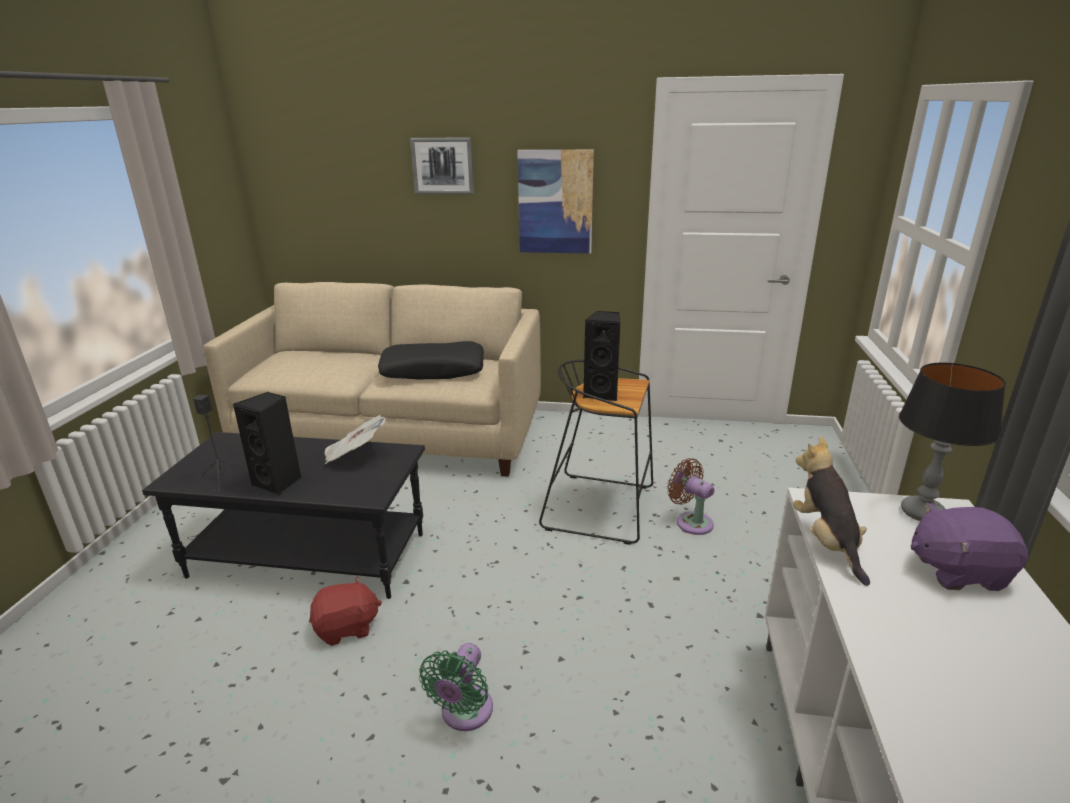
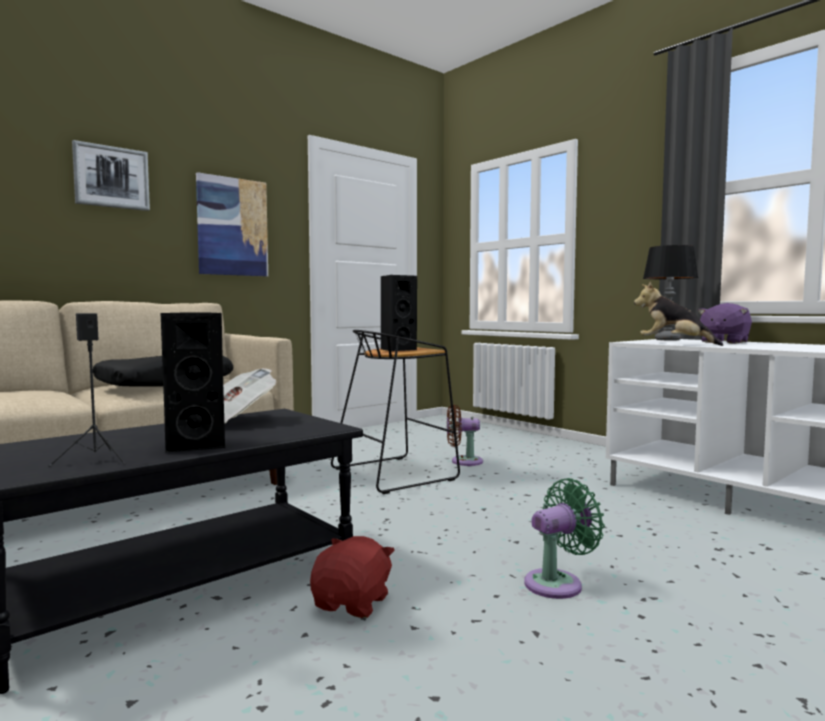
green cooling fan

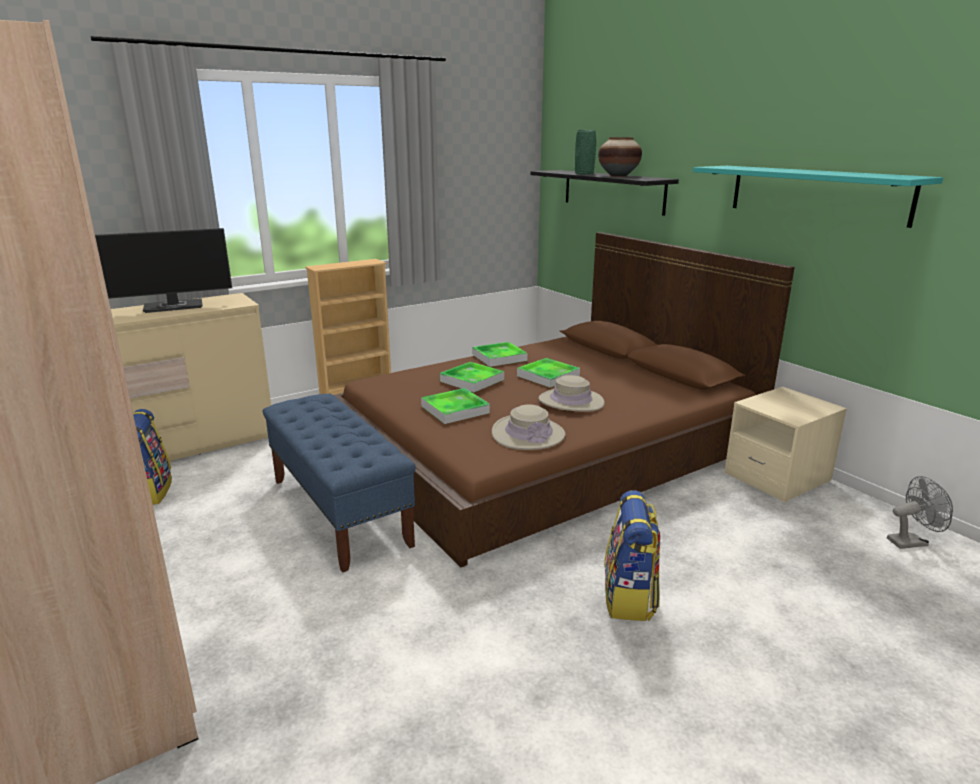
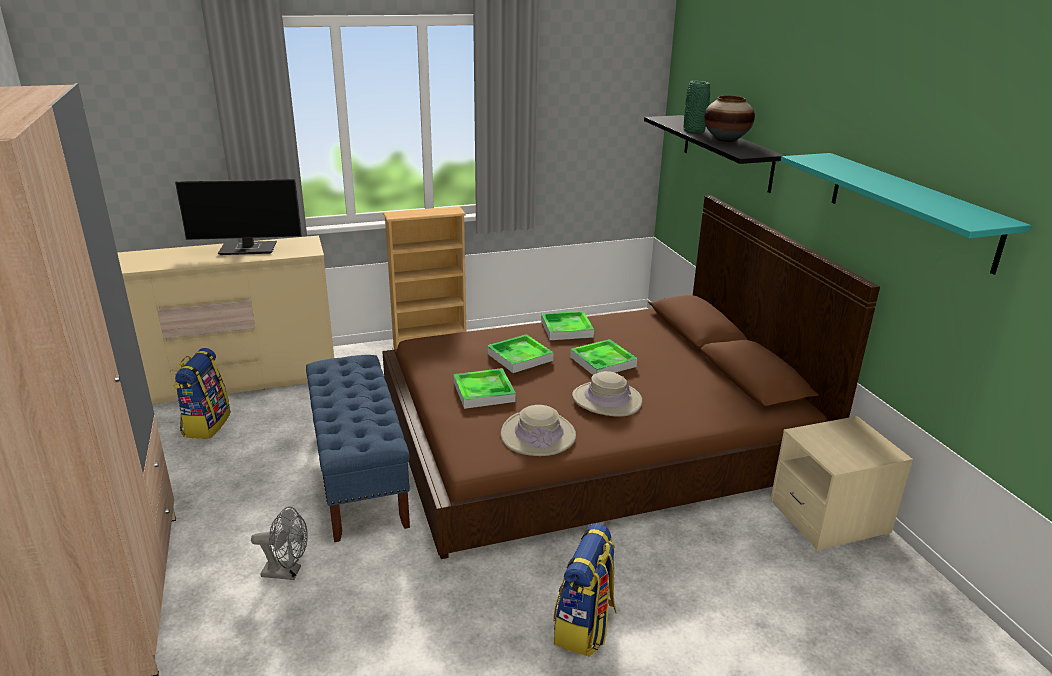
greyish cooling fan

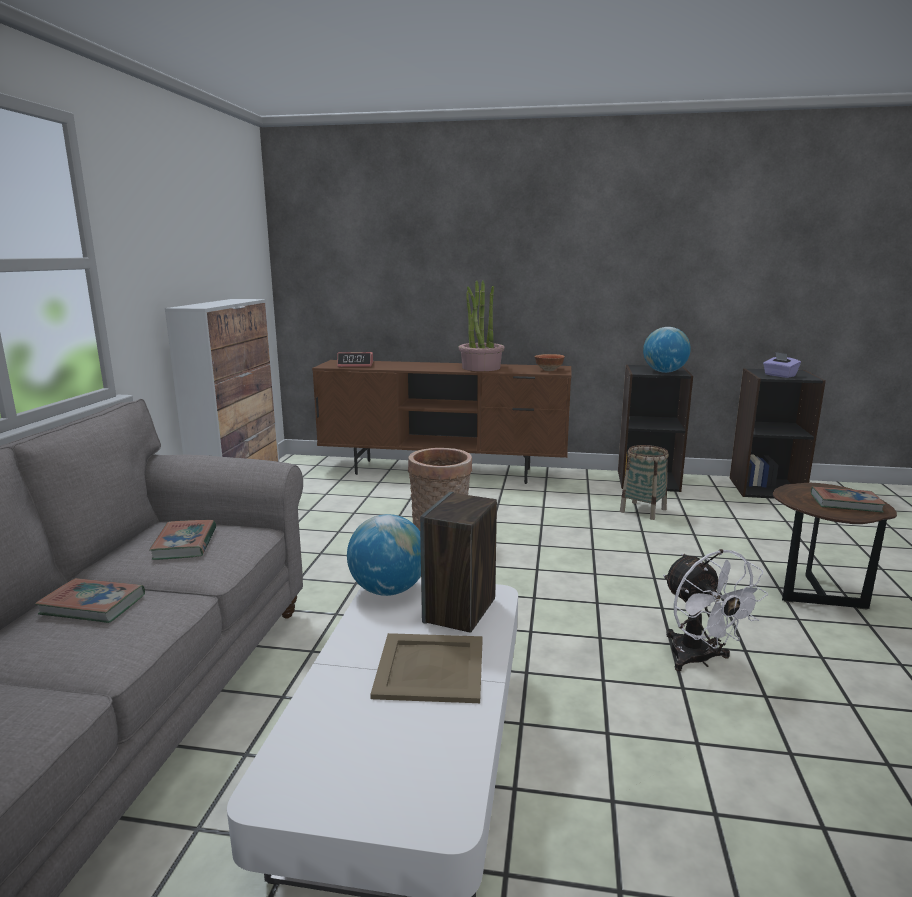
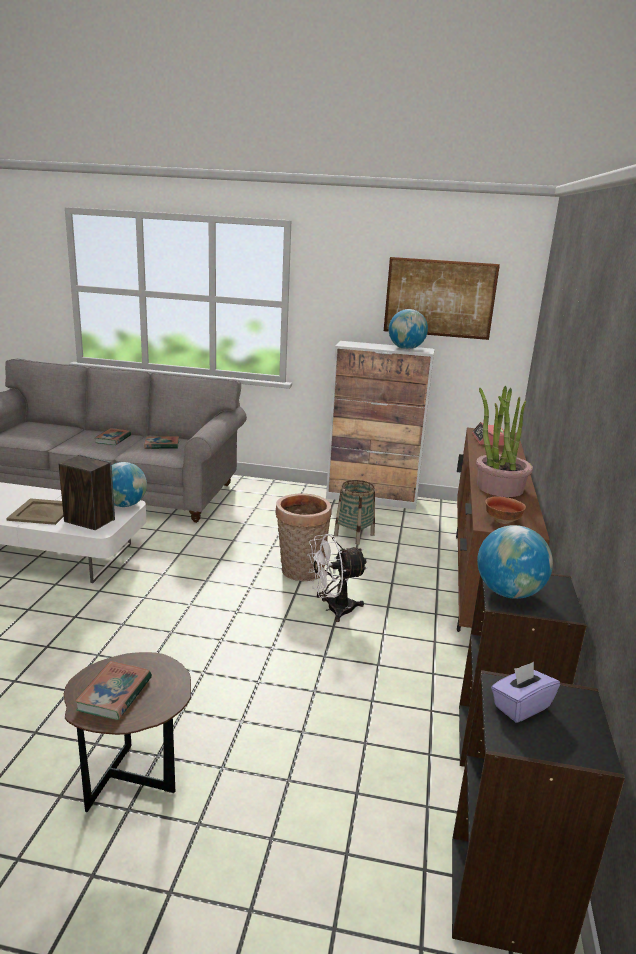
storage basket (no. 2 from left); whitish cooling fan; wall art; world globe (no. 2 from left)

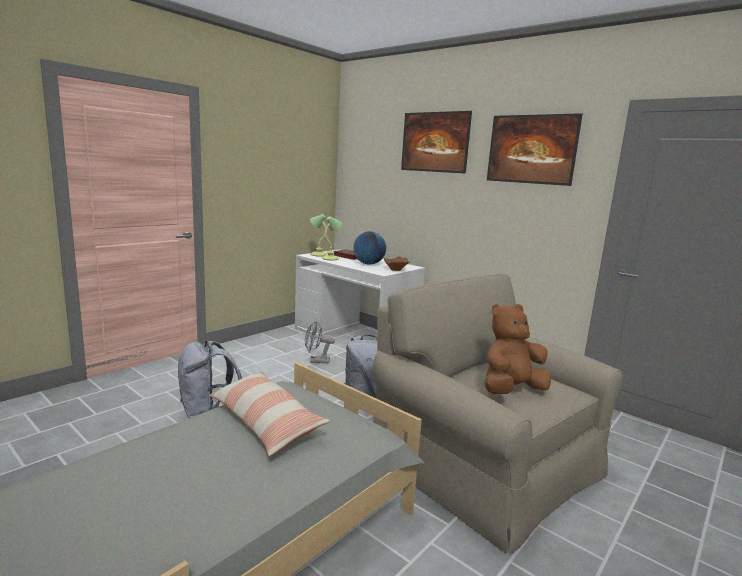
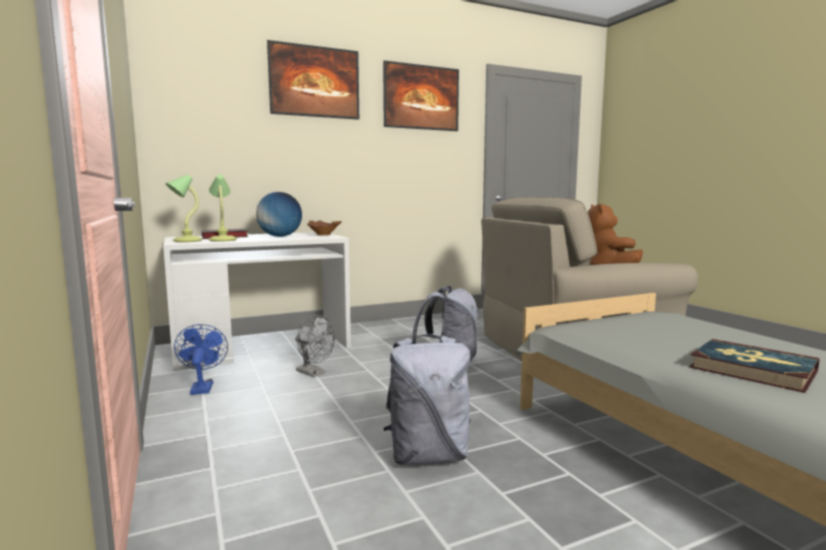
throw pillow; greyish cooling fan; bluish cooling fan; bound book (no. 2 from left)

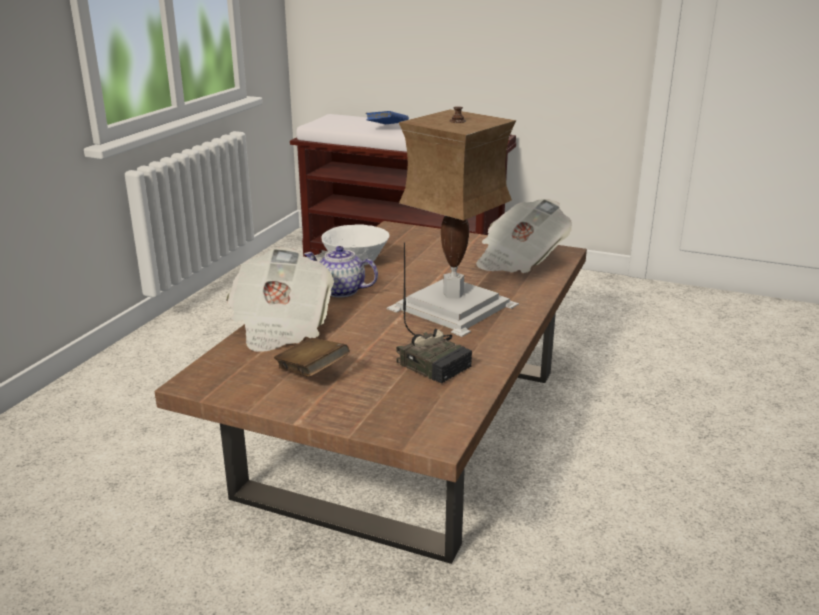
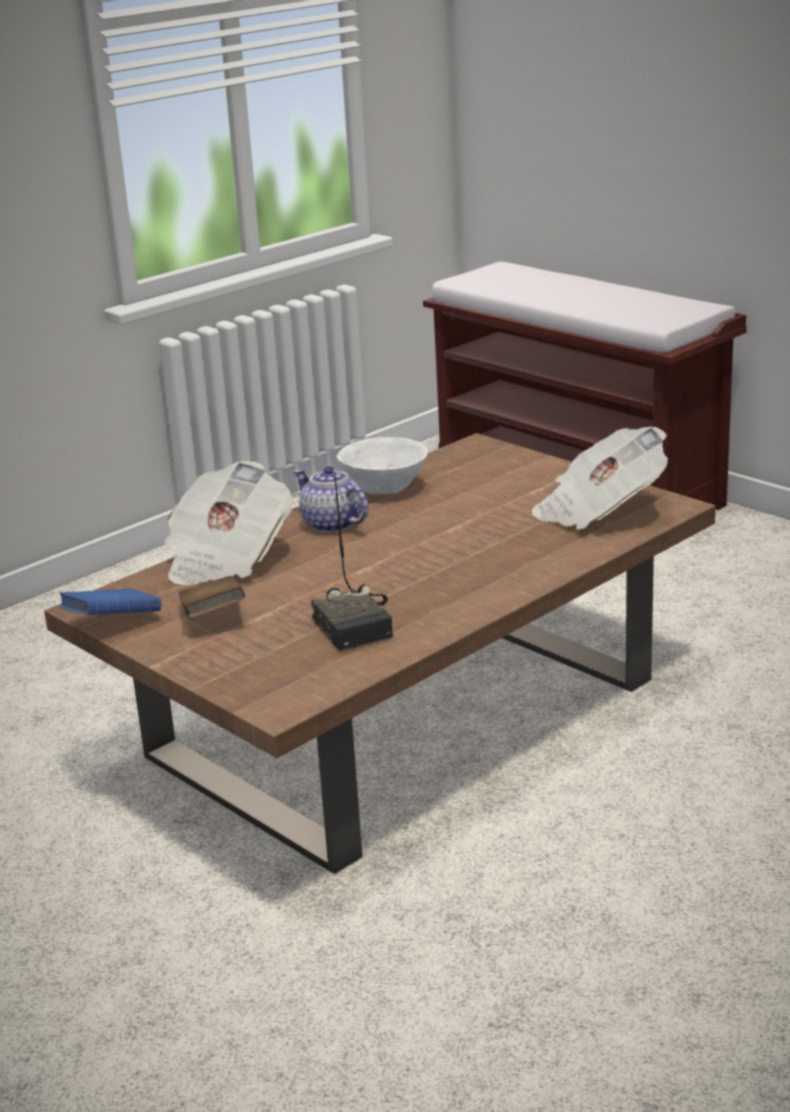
bluish bound book; table lamp

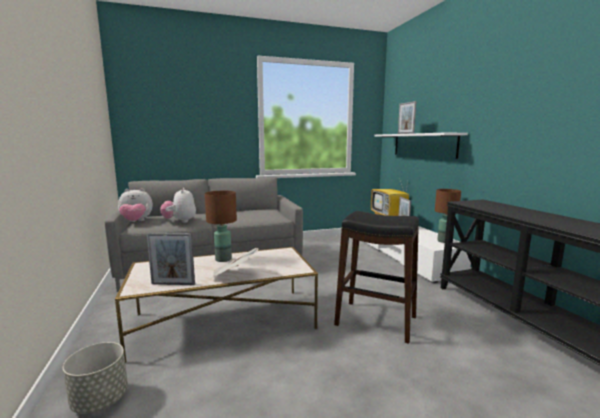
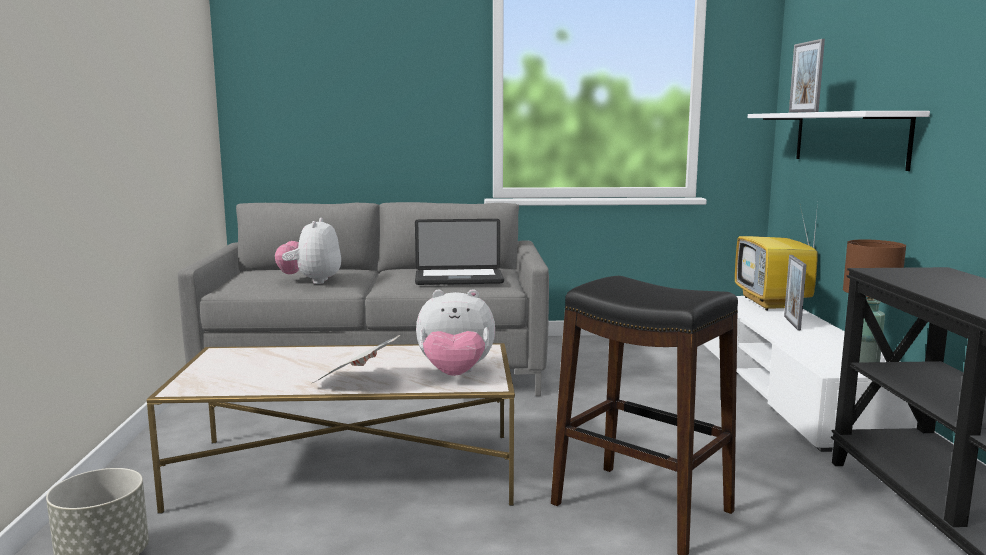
cuddly toy (no. 2 from left); standing frame (no. 1 from left in the first image); brownish table lamp (no. 1 from left in the first image); portable computer

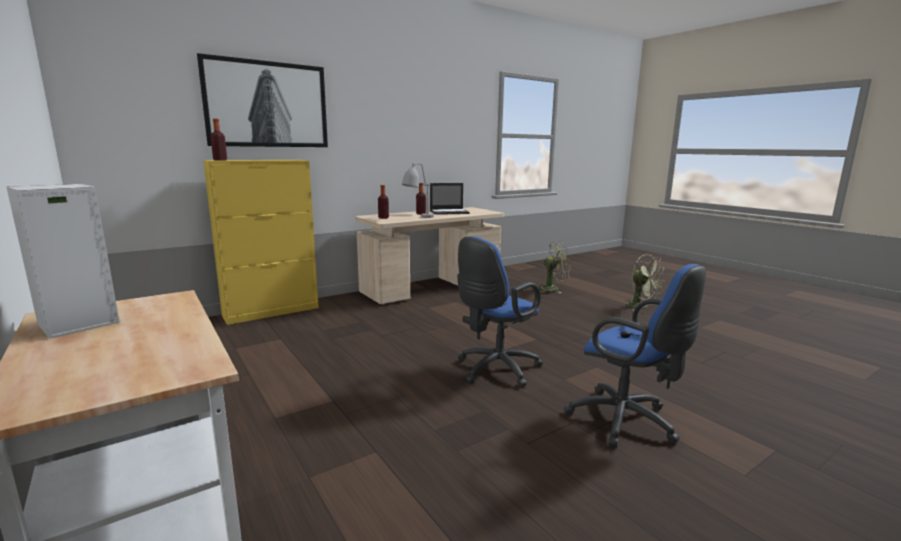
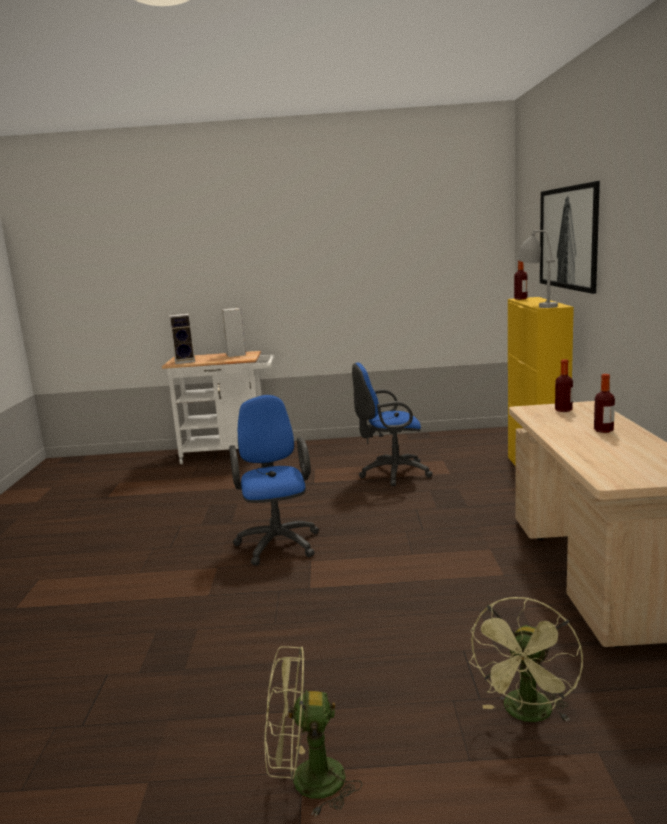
greyish table lamp; portable computer; bluish office chair (no. 2 from left); speaker (no. 1 from left)

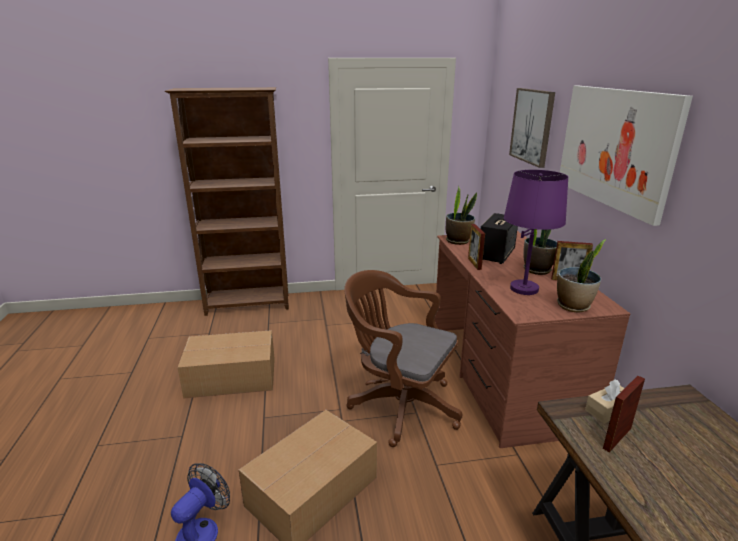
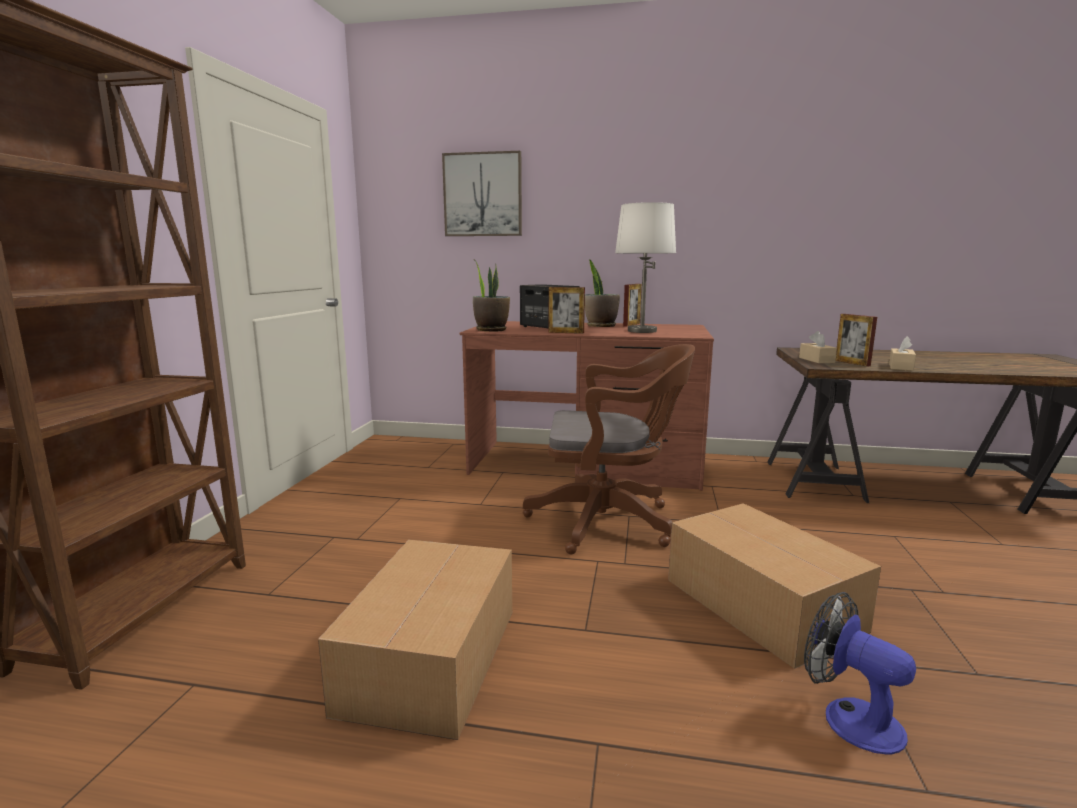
brownish office chair; whitish table lamp; plant in a pot (no. 3 from left in the first image); wall art (no. 2 from left in the first image); beige tissue box (no. 2 from left)

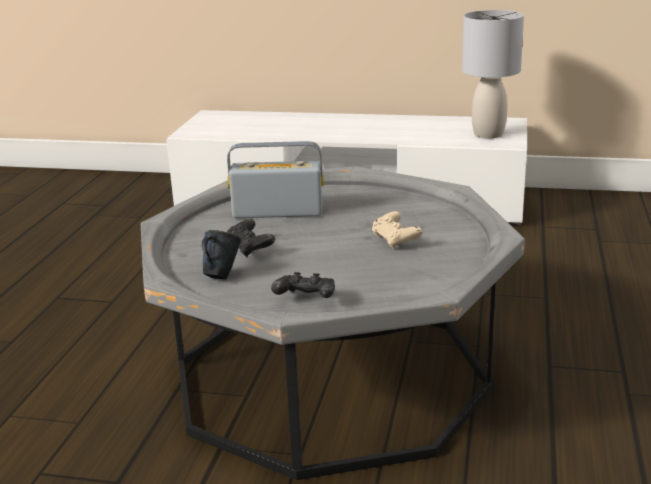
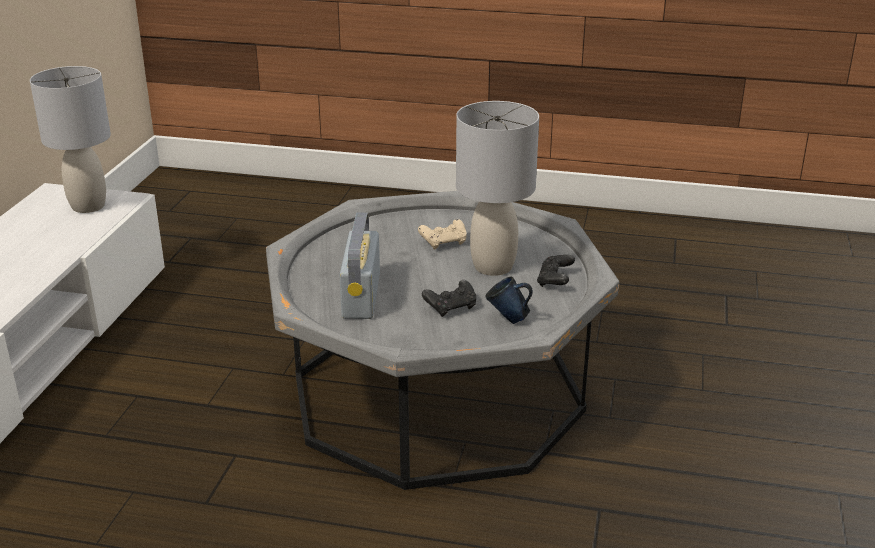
greyish table lamp (no. 2 from left)

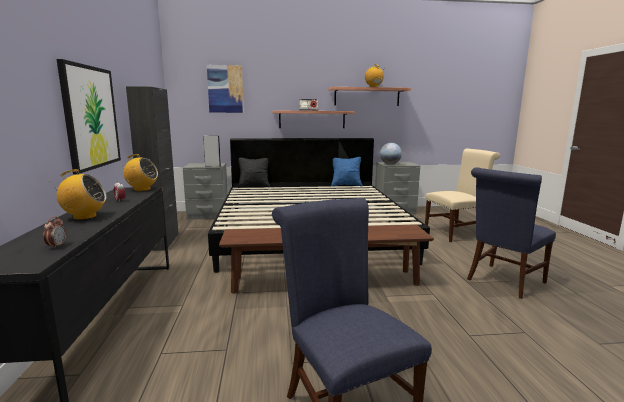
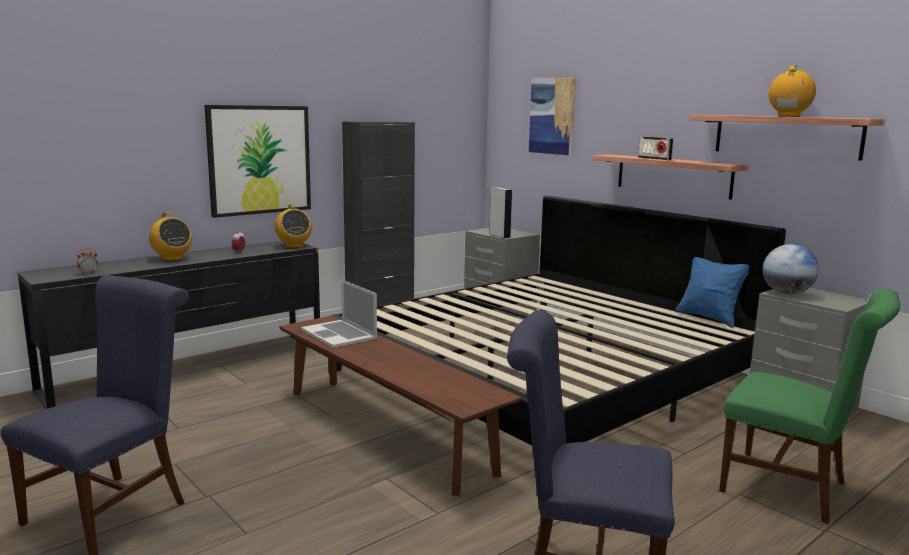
black throw pillow; green plain chair; portable computer

